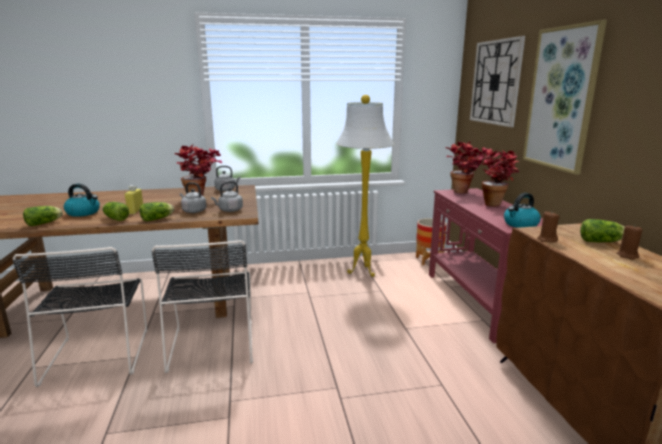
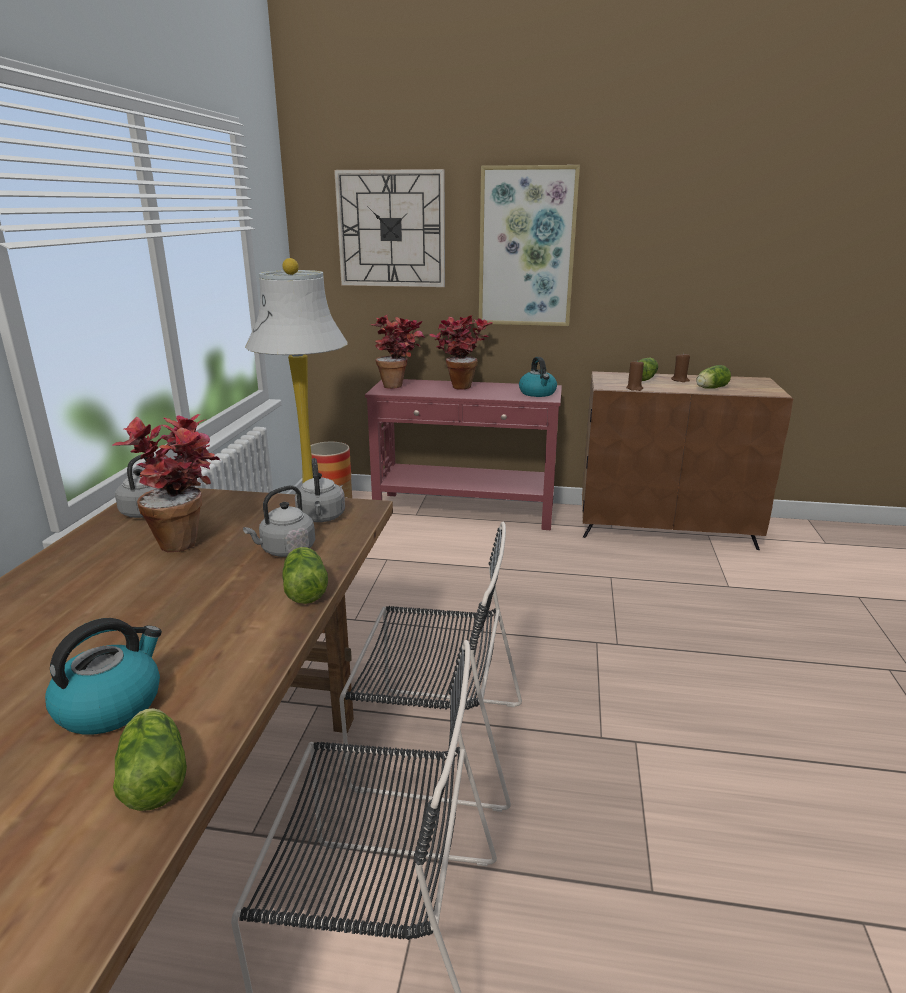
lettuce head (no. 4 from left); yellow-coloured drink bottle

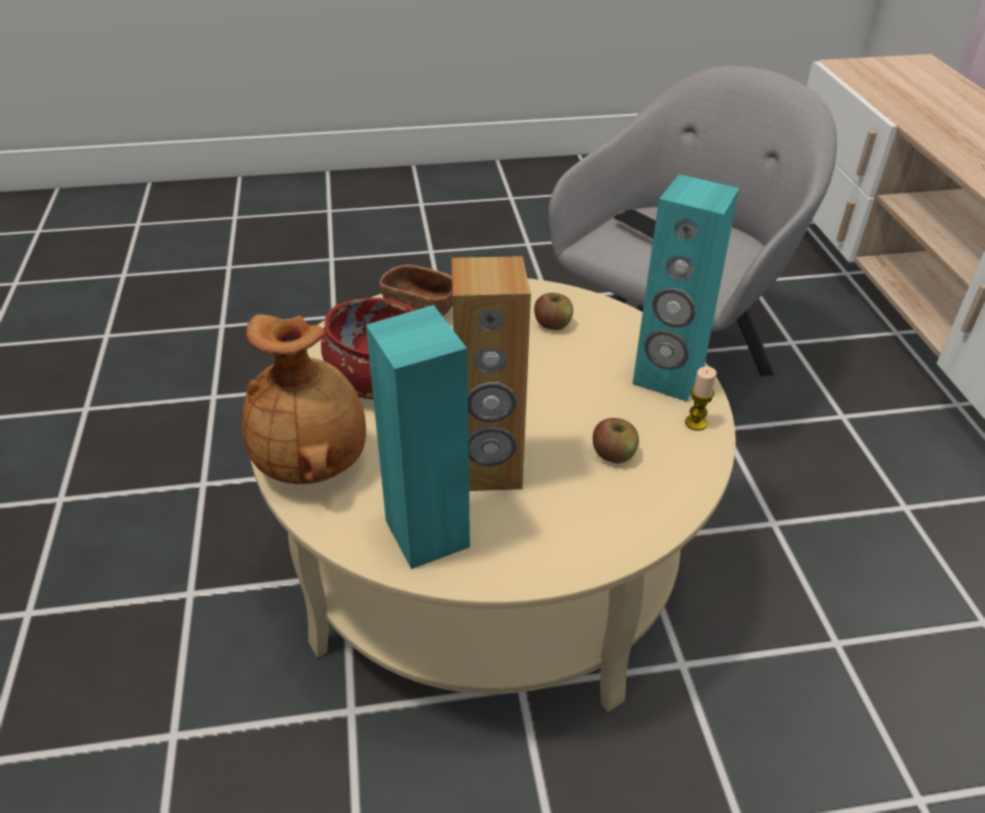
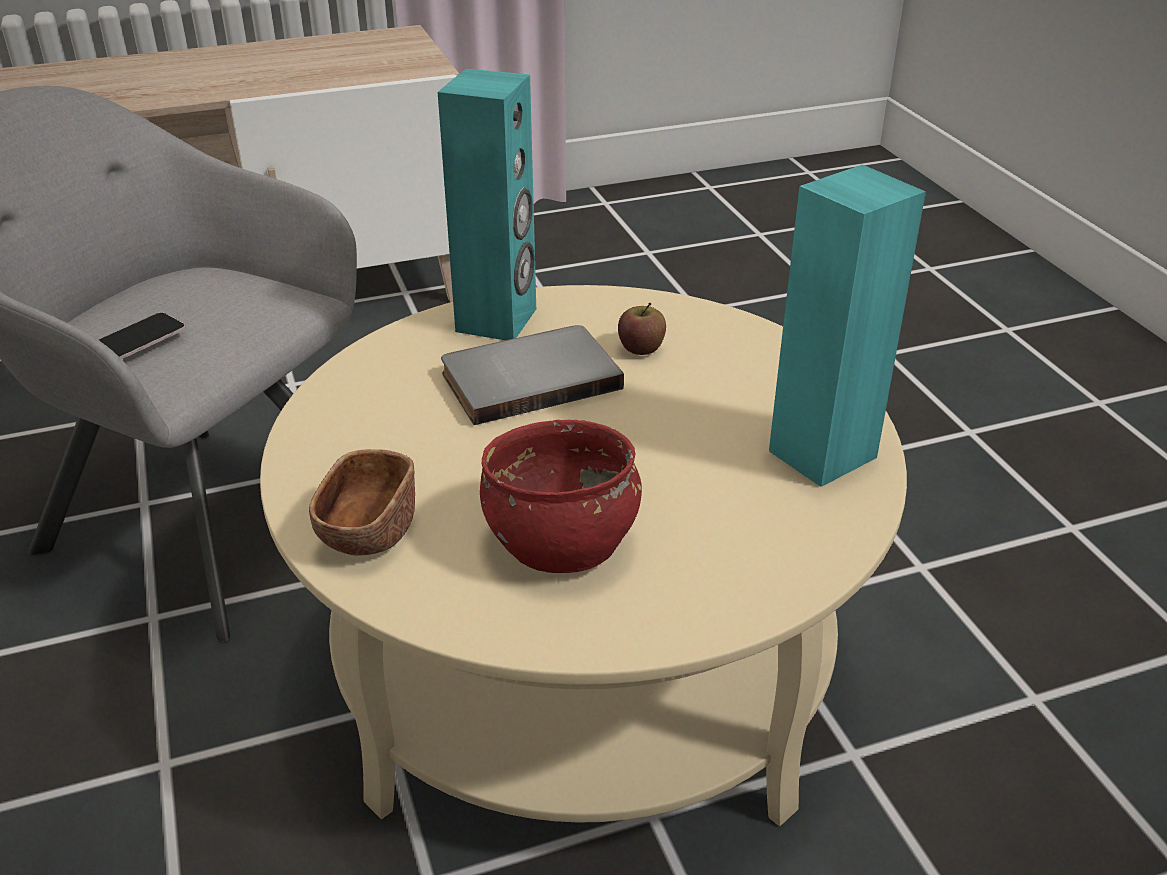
brownish decorative vase; brownish speaker; apple fruit (no. 1 from left in the first image); wax light; greyish bound book

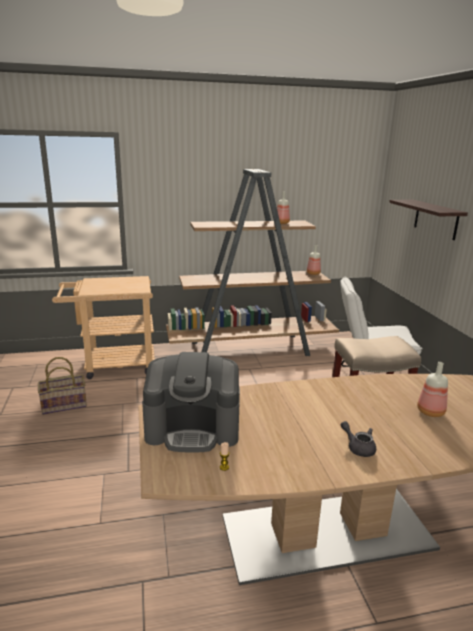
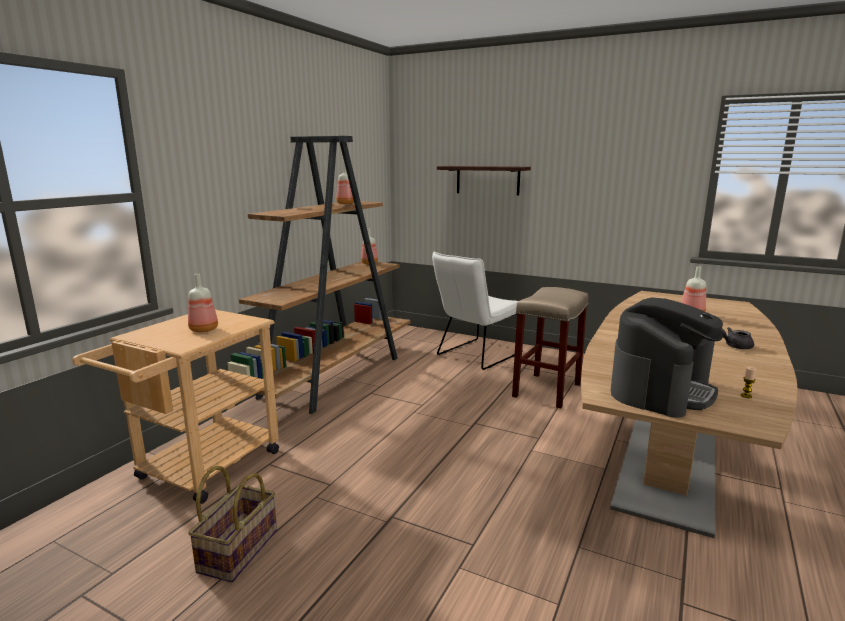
drink bottle (no. 1 from left)

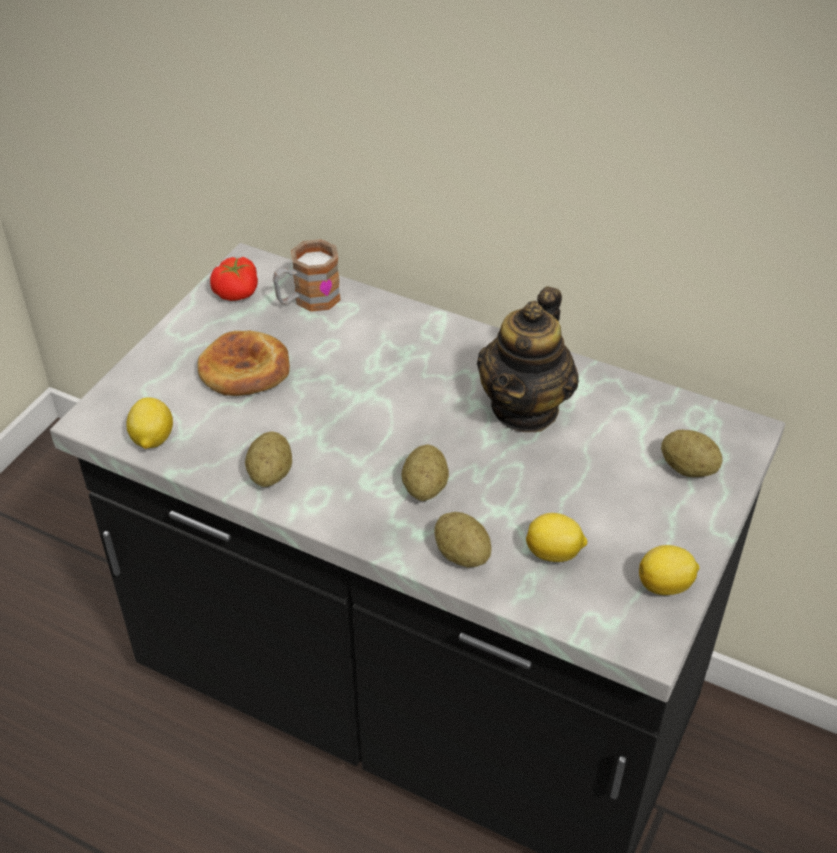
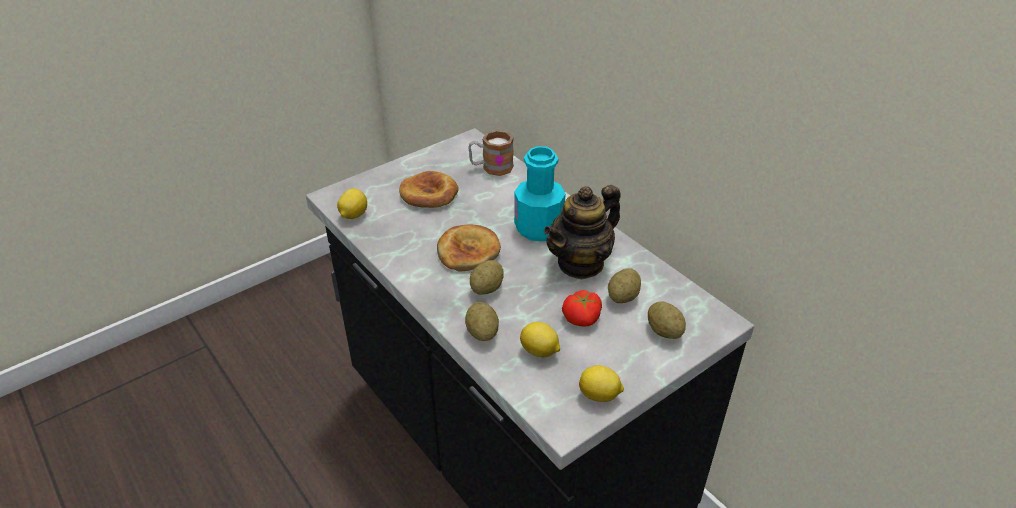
whole tomato; potato (no. 3 from left); bakery bread (no. 2 from left); turquoise-coloured drink bottle

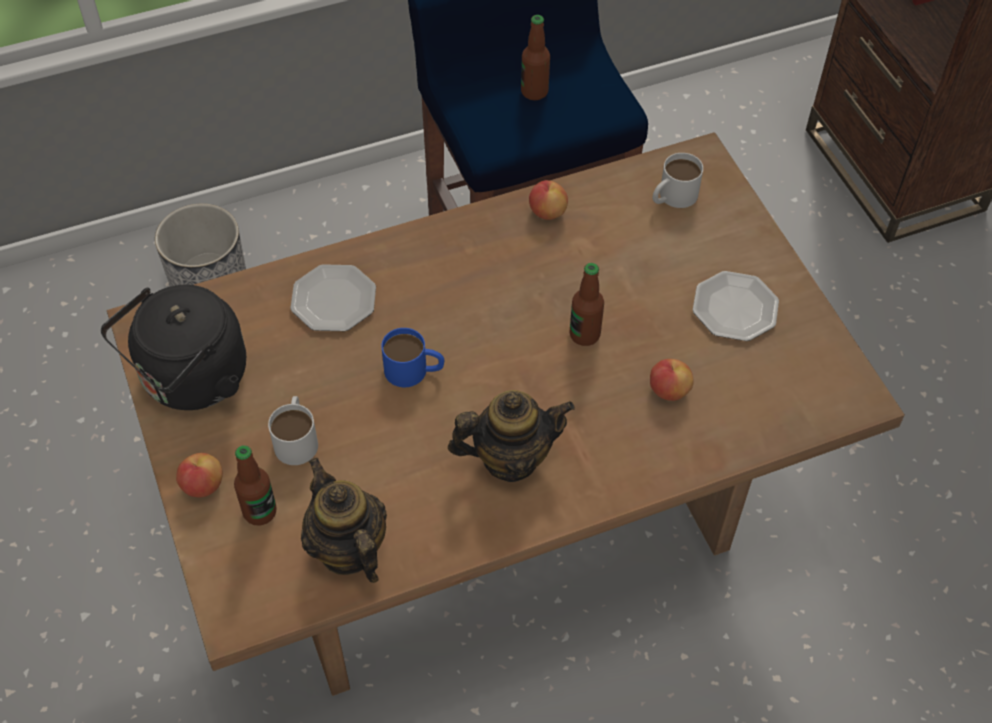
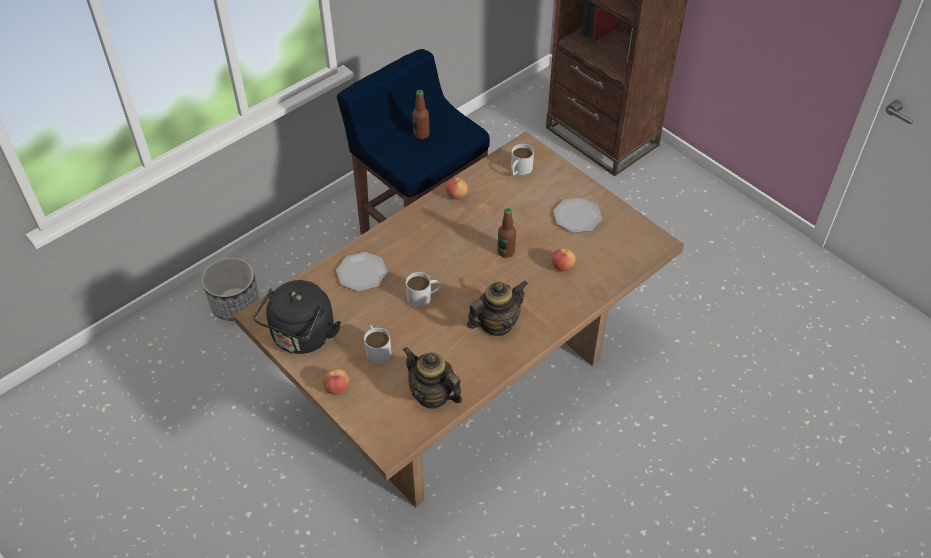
drink bottle (no. 1 from left in the first image); whitish coffee mug (no. 2 from left)

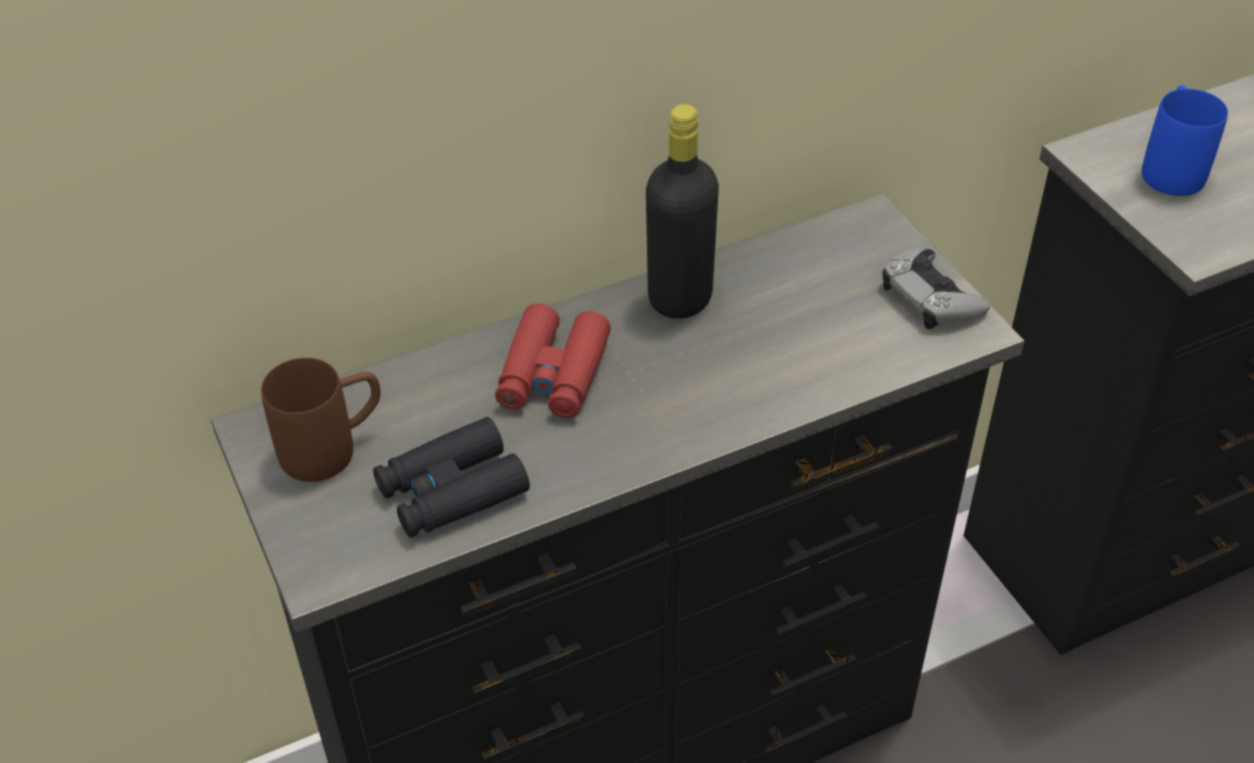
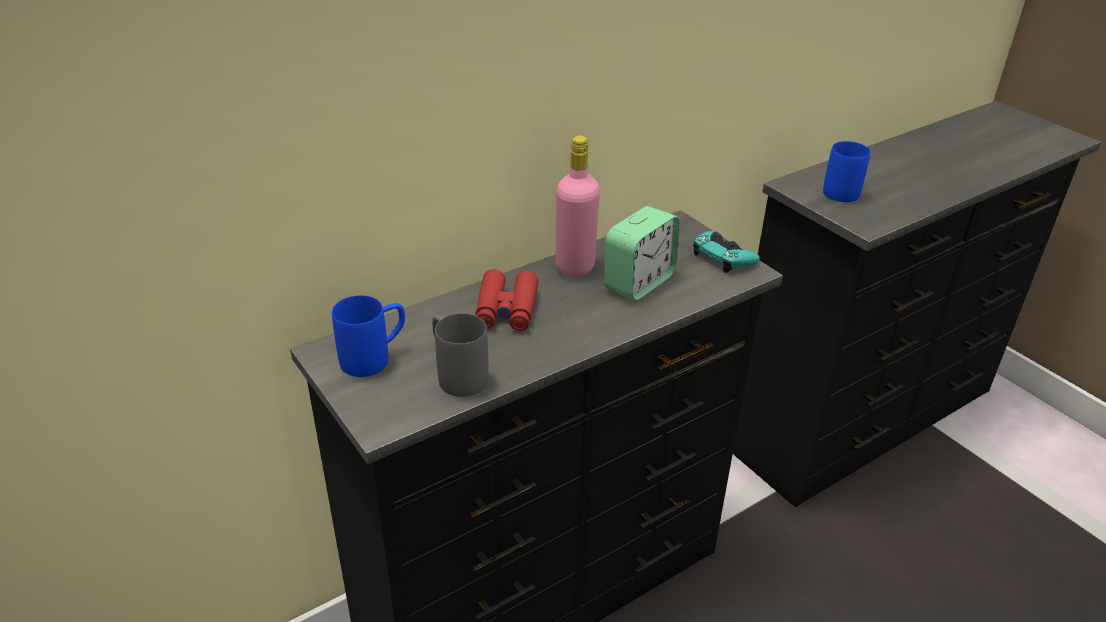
bluish coffee mug (no. 1 from left); greyish coffee mug; pink-coloured drink bottle; turquoise-coloured game controller; bedside clock

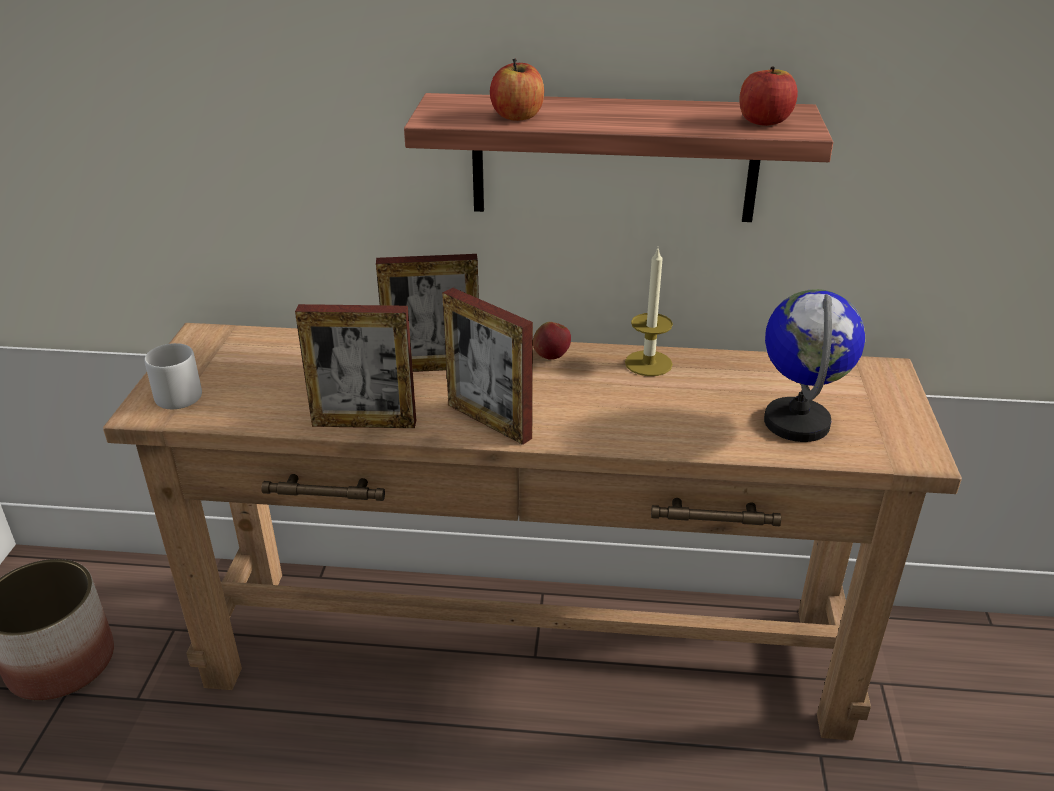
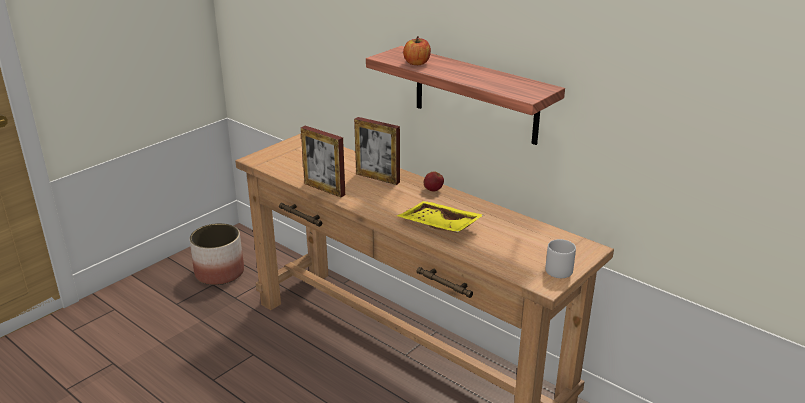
greyish coffee mug; standing frame (no. 3 from left in the first image); wax light; apple fruit (no. 3 from left in the first image); world globe; yellow-coloured carrying tray

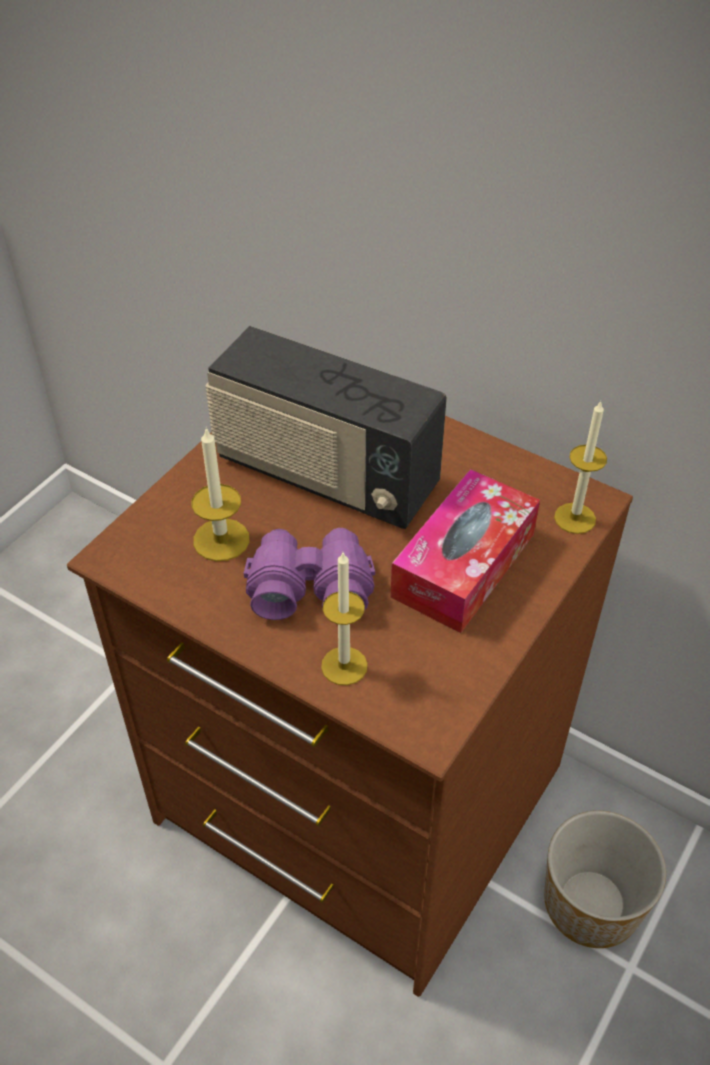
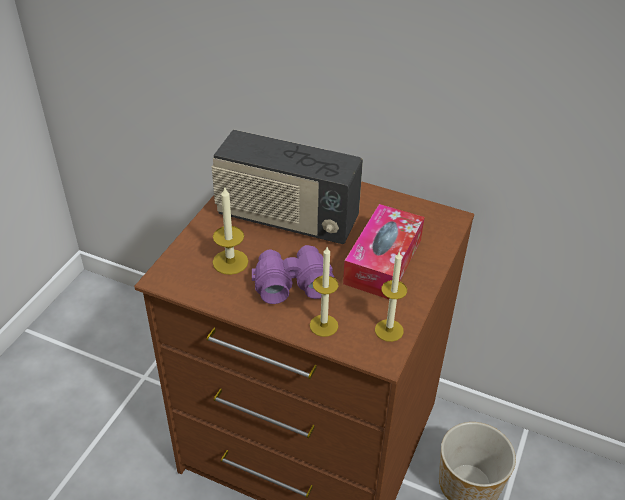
wax light (no. 3 from left)

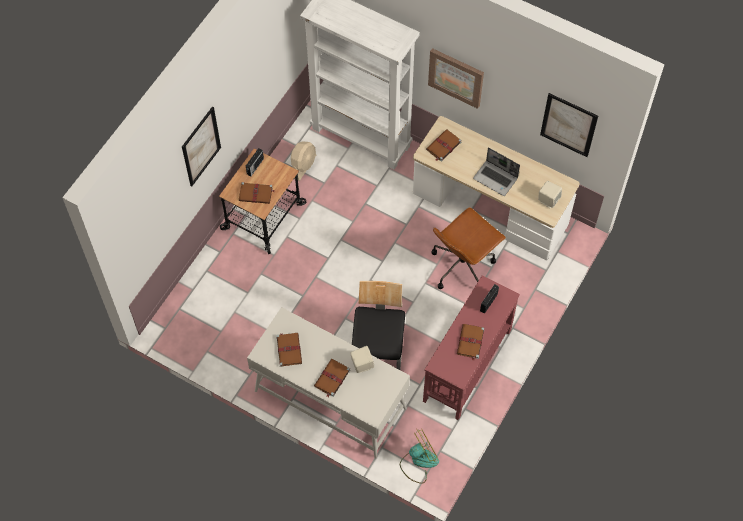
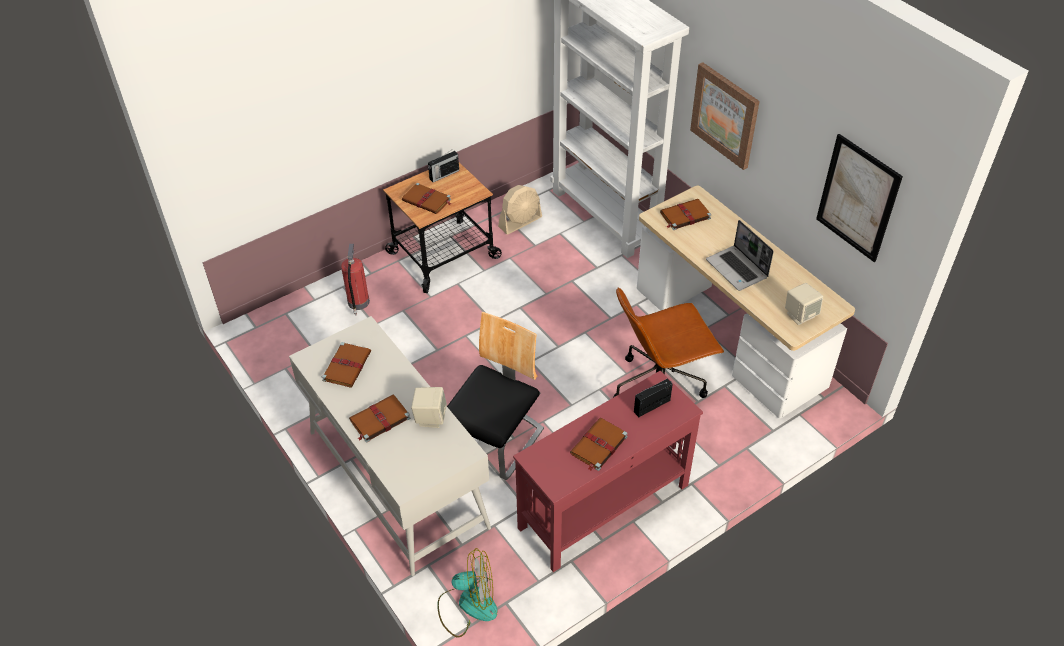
wall art (no. 1 from left in the first image); fire-fighting cylinder

